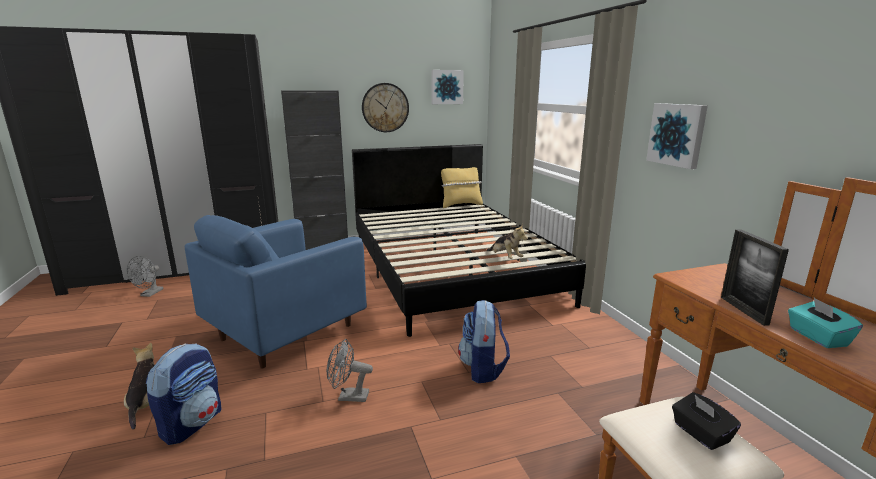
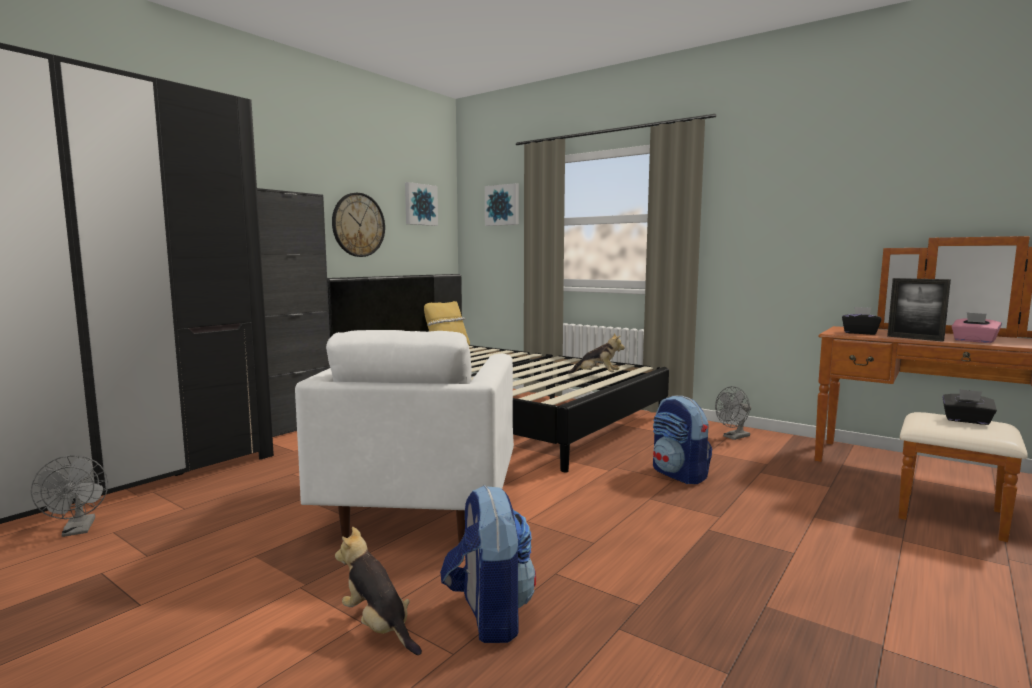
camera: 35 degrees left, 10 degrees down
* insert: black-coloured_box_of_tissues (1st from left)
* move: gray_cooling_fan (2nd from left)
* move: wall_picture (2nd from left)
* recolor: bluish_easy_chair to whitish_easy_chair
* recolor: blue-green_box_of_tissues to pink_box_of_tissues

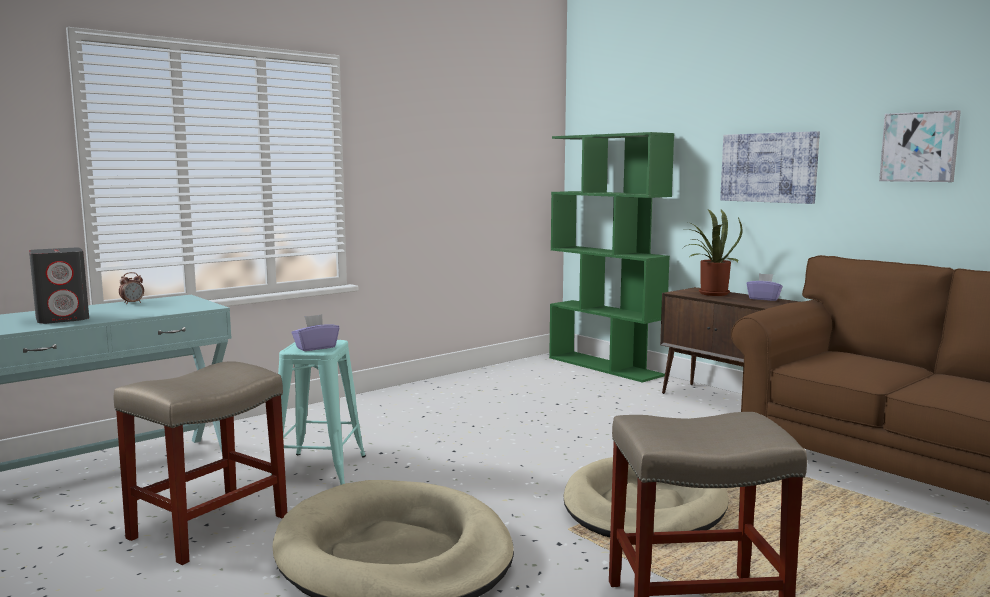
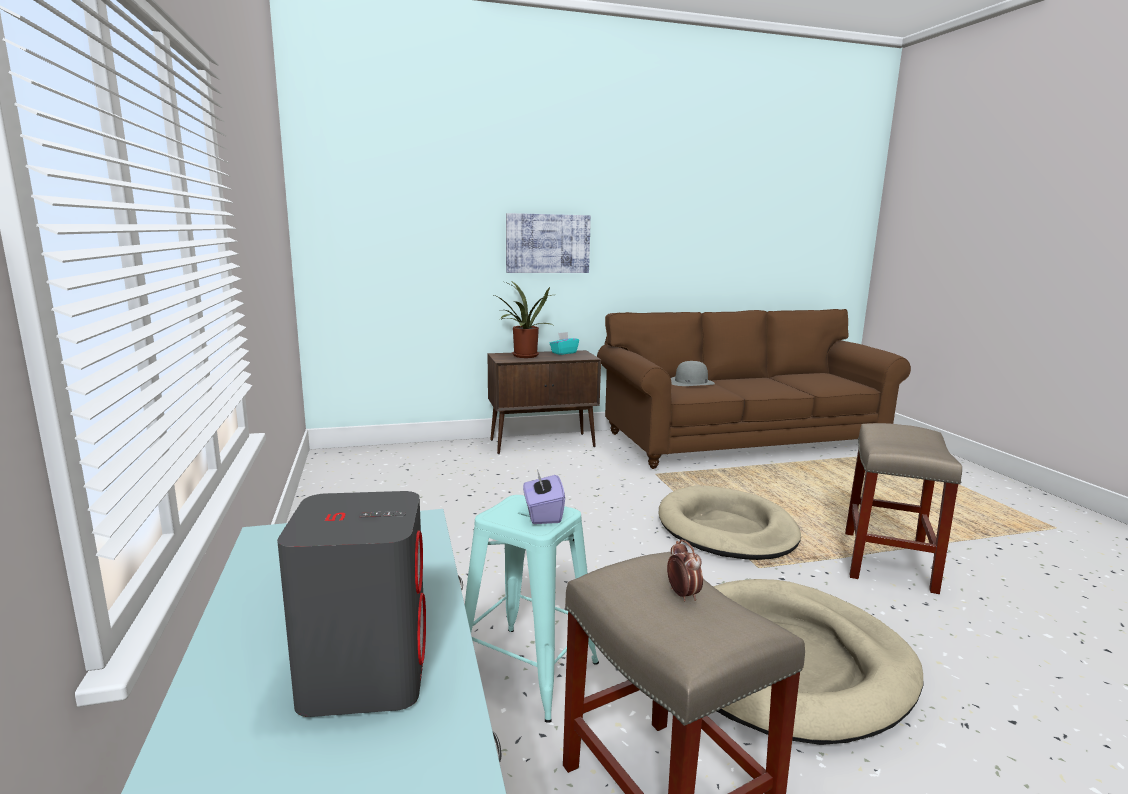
camera: 65 degrees left, 5 degrees up
* delete: green-coloured_bookshelf
* delete: wall_picture (2nd from left)
* insert: gray_wearable_hat
* move: table_clock
* recolor: purple-coloured_box_of_tissues (2nd from left) to blue-green_box_of_tissues

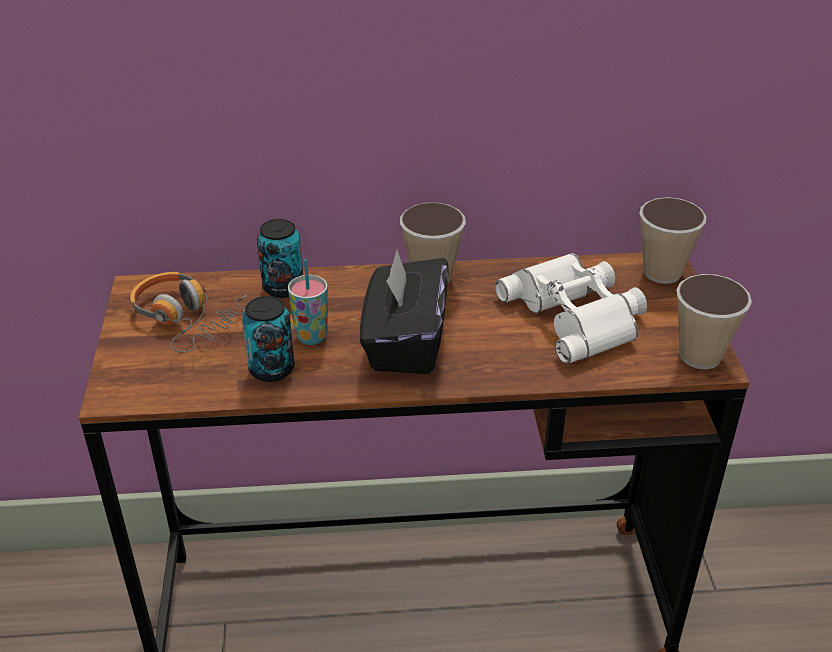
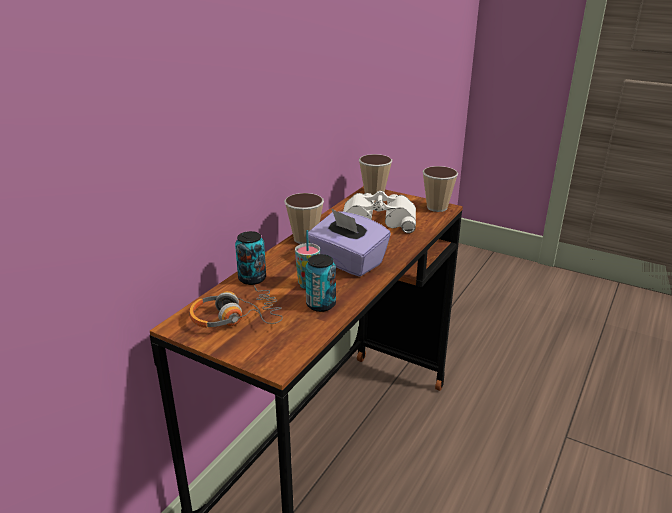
camera: 55 degrees left, 10 degrees down
* recolor: black-coloured_box_of_tissues to purple-coloured_box_of_tissues

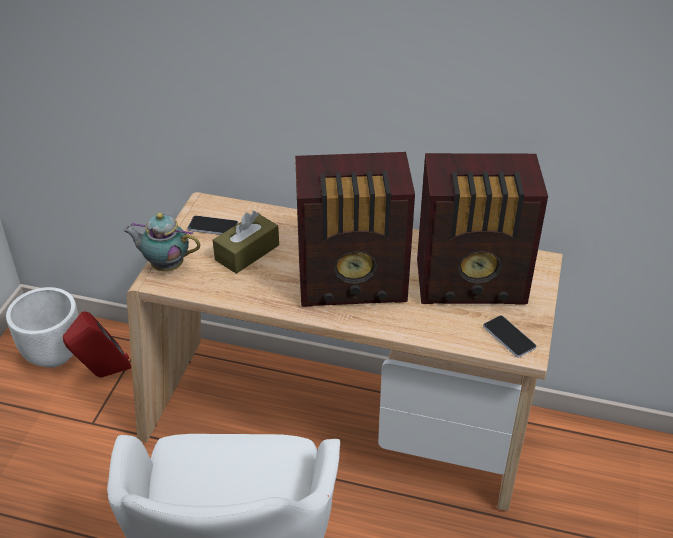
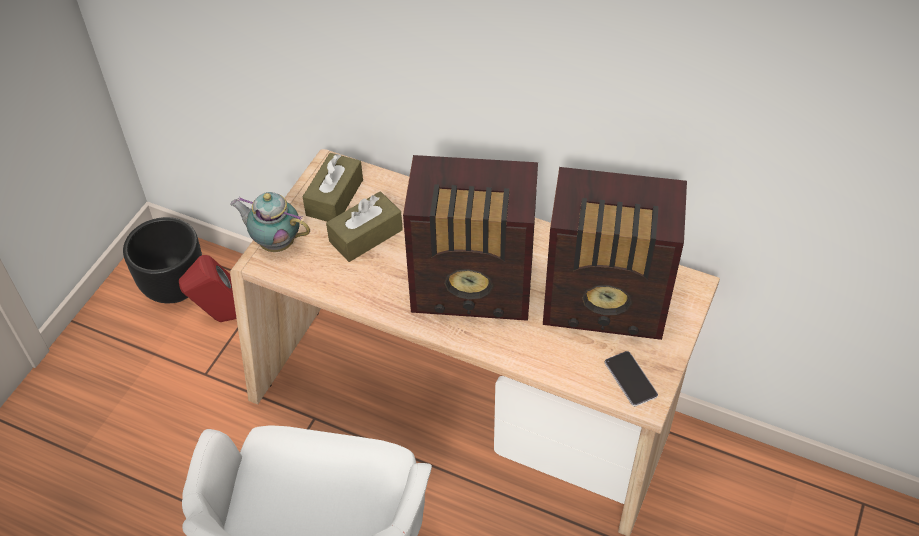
camera: 10 degrees right, 10 degrees up
* replace: handset (1st from left) to brown-coloured_box_of_tissues (1st from left)
* recolor: whitish_plant_pot to black-coloured_plant_pot

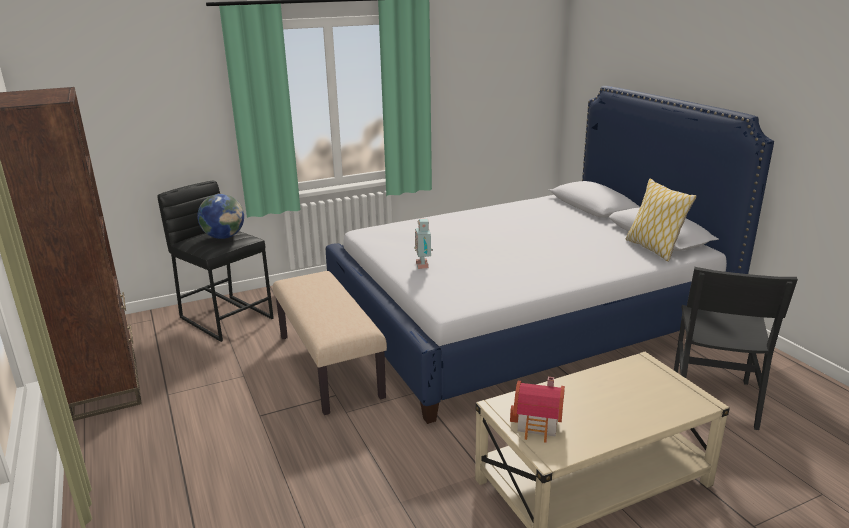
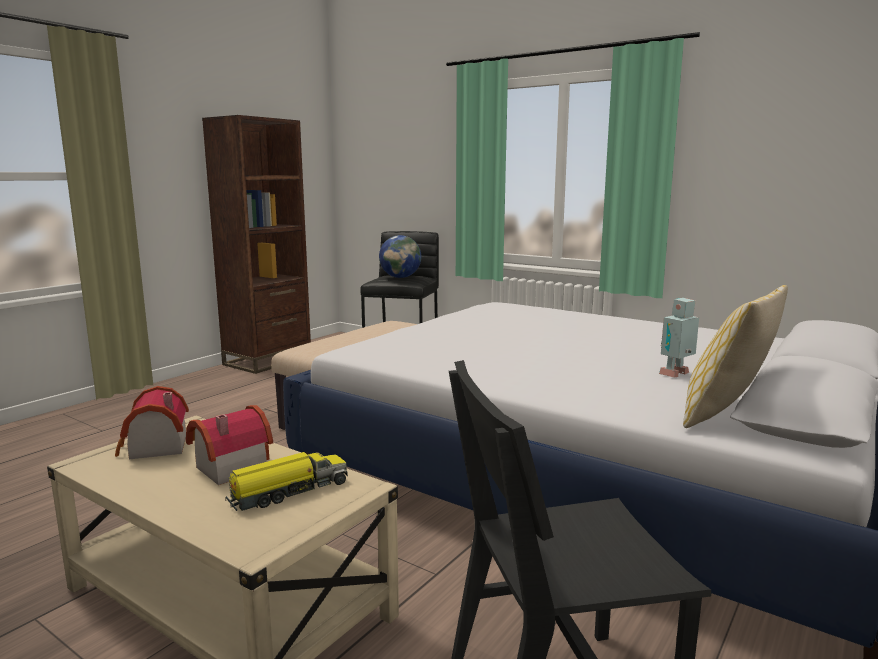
camera: 60 degrees right, 10 degrees down
* insert: toy_house (2nd from left)
* insert: model_truck
* move: robot_figure

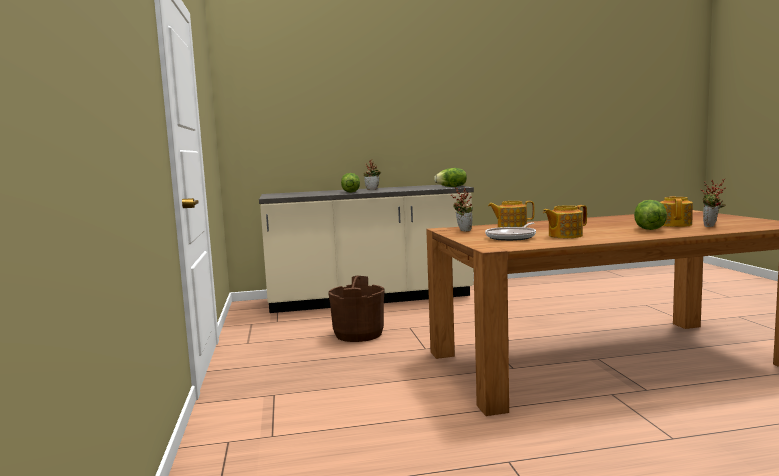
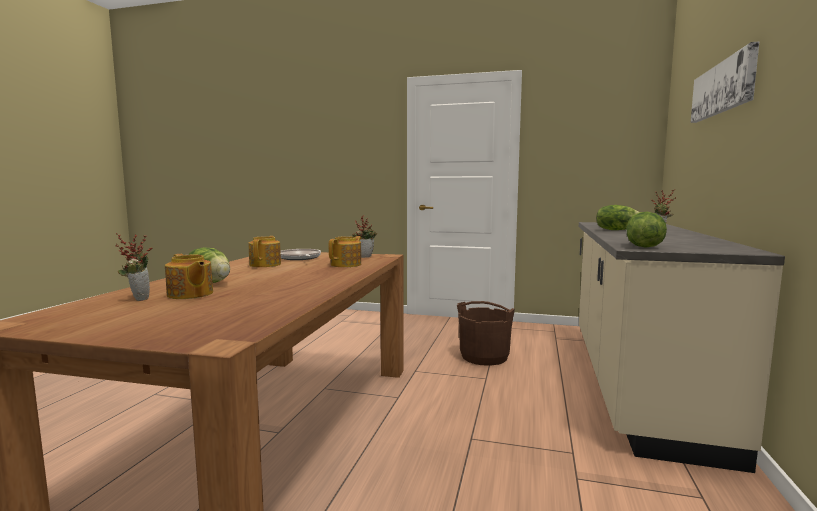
camera: 115 degrees right, 0 degrees up
* insert: wall_picture

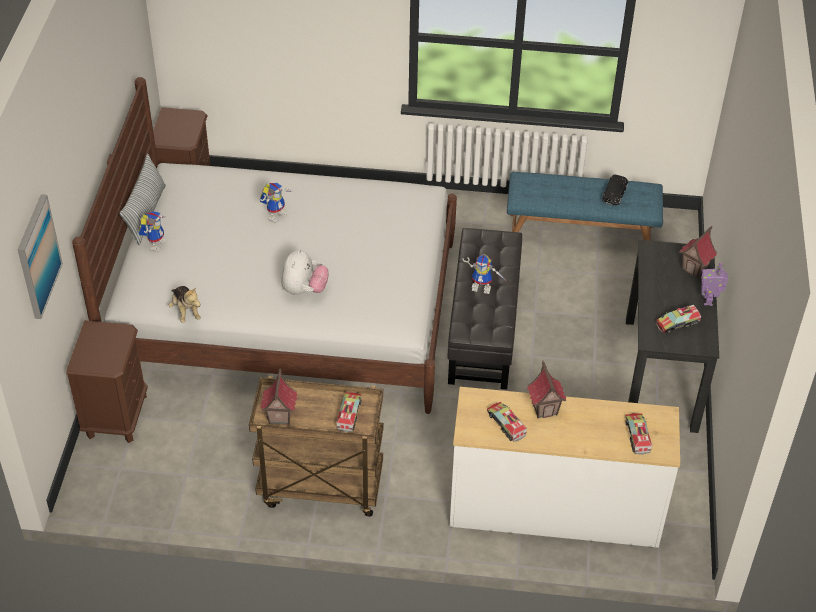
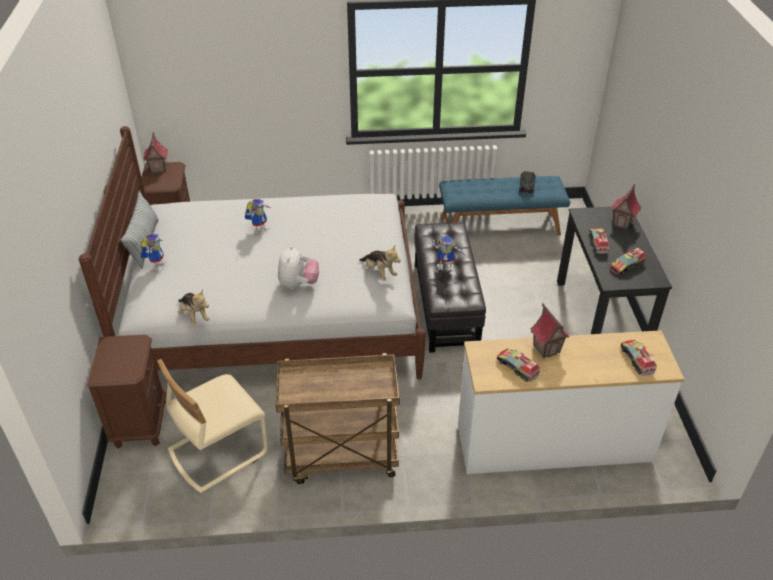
camera: 10 degrees left, 5 degrees down
* delete: wall_picture
* delete: robot_figure (4th from left)
* insert: sand-coloured_upright_chair
* insert: plush_toy (3rd from left)
* move: toy_house (1st from left)
* move: model_truck (1st from left in the first image) to model_truck (2nd from left)

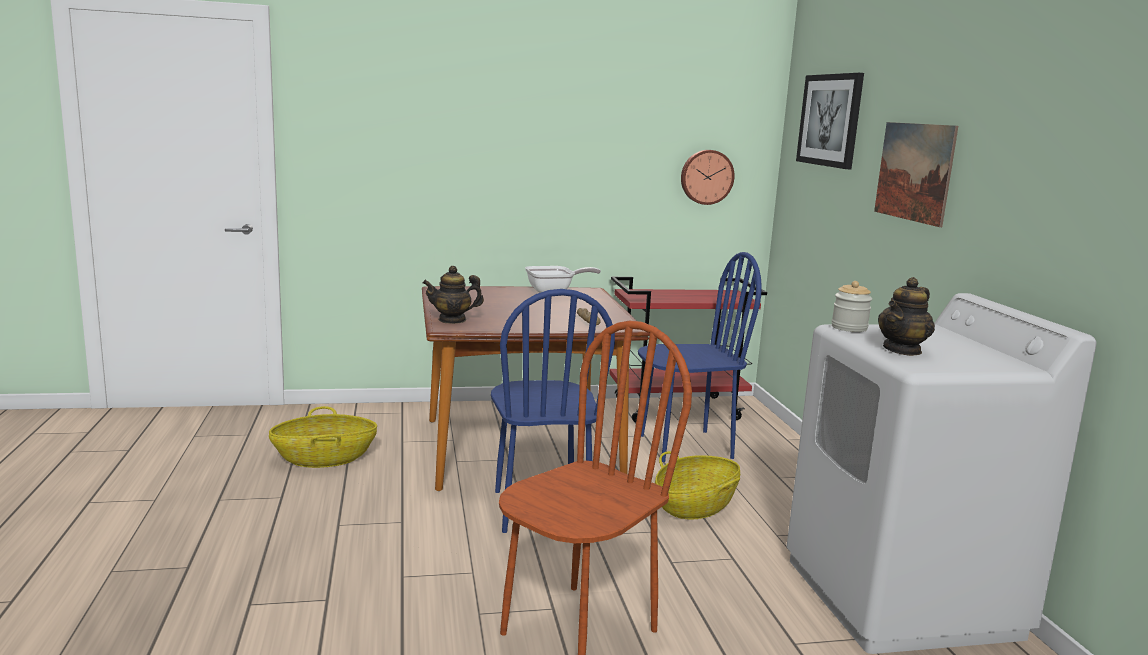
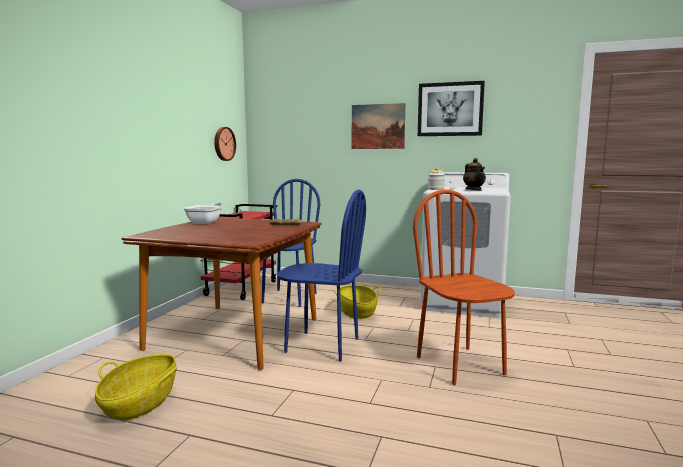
camera: 60 degrees left, 5 degrees down
* delete: teapot (1st from left)
* move: wall_picture (1st from left in the first image) to wall_picture (2nd from left)

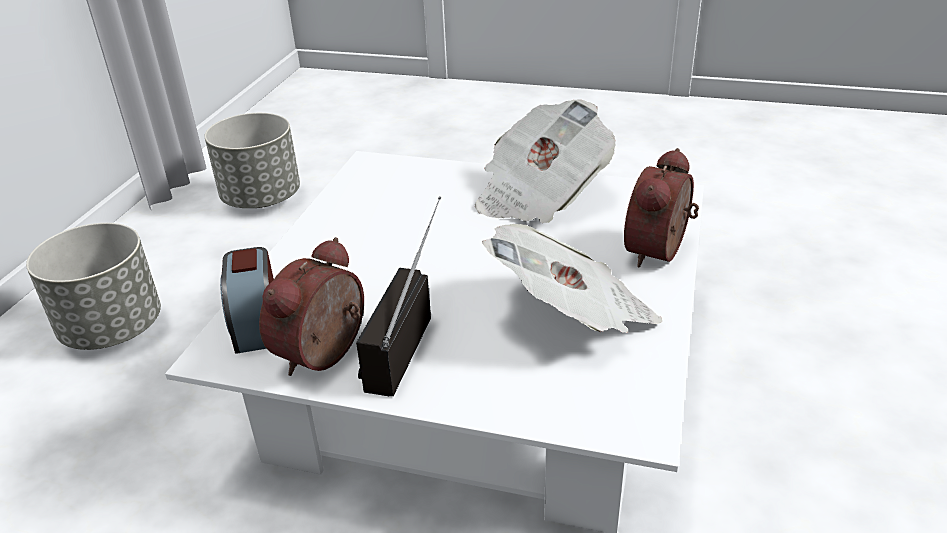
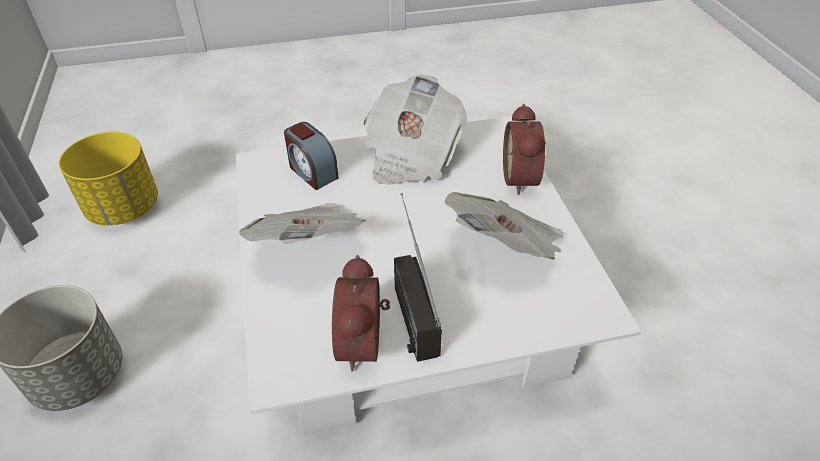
camera: 30 degrees left, 10 degrees up
* insert: newspaper (1st from left)
* move: table_clock (1st from left)
* recolor: gray_plant_pot (2nd from left) to yellowish_plant_pot

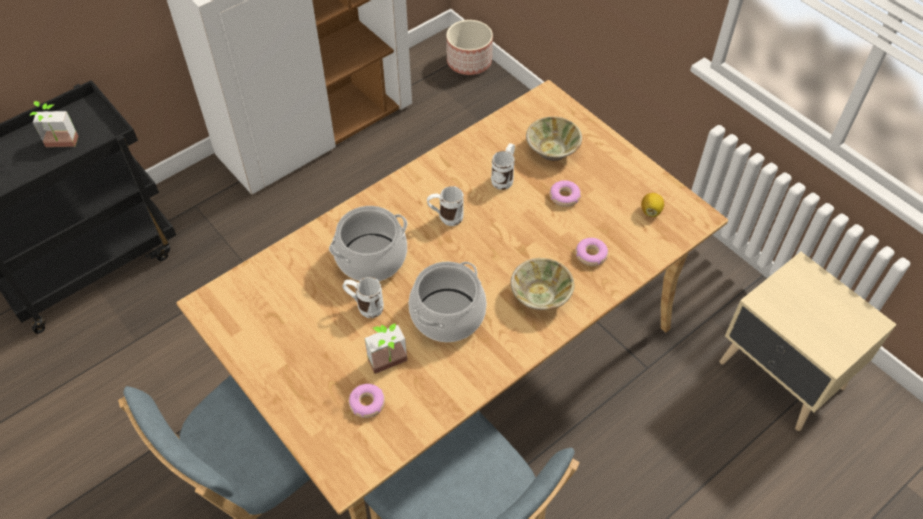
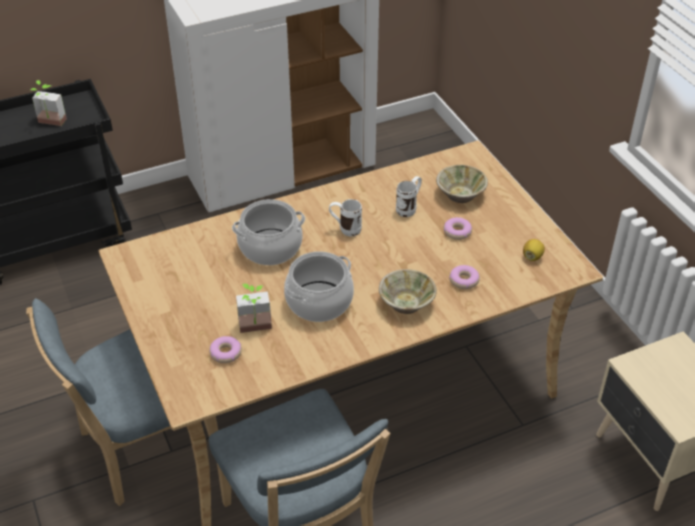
camera: 15 degrees right, 10 degrees down
* delete: whitish_coffee_mug (1st from left)
* delete: plant_pot

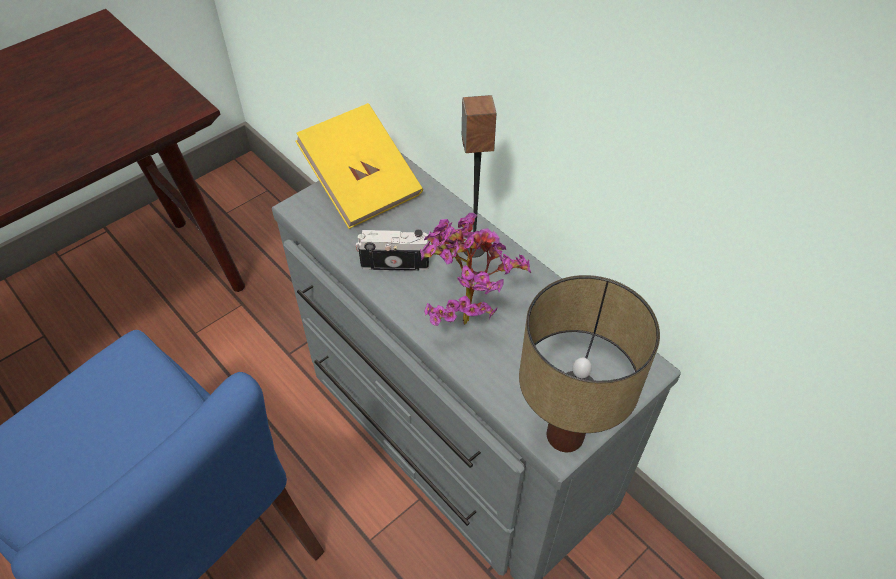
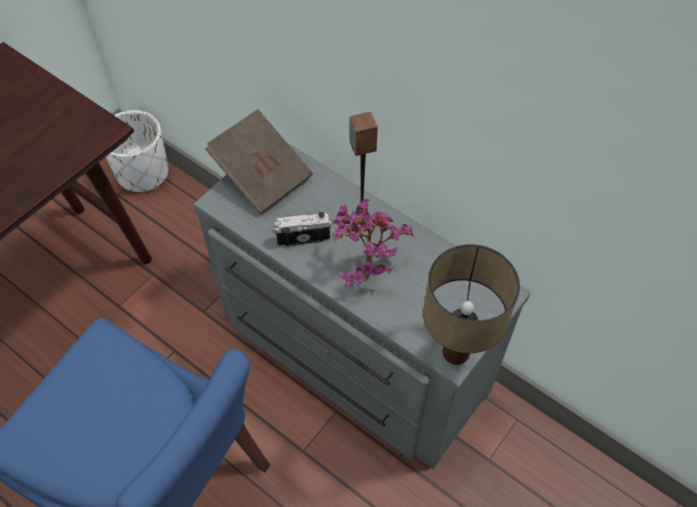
camera: 10 degrees left, 5 degrees up
* insert: whitish_plant_pot
* recolor: yellowish_volume to brown-coloured_volume

